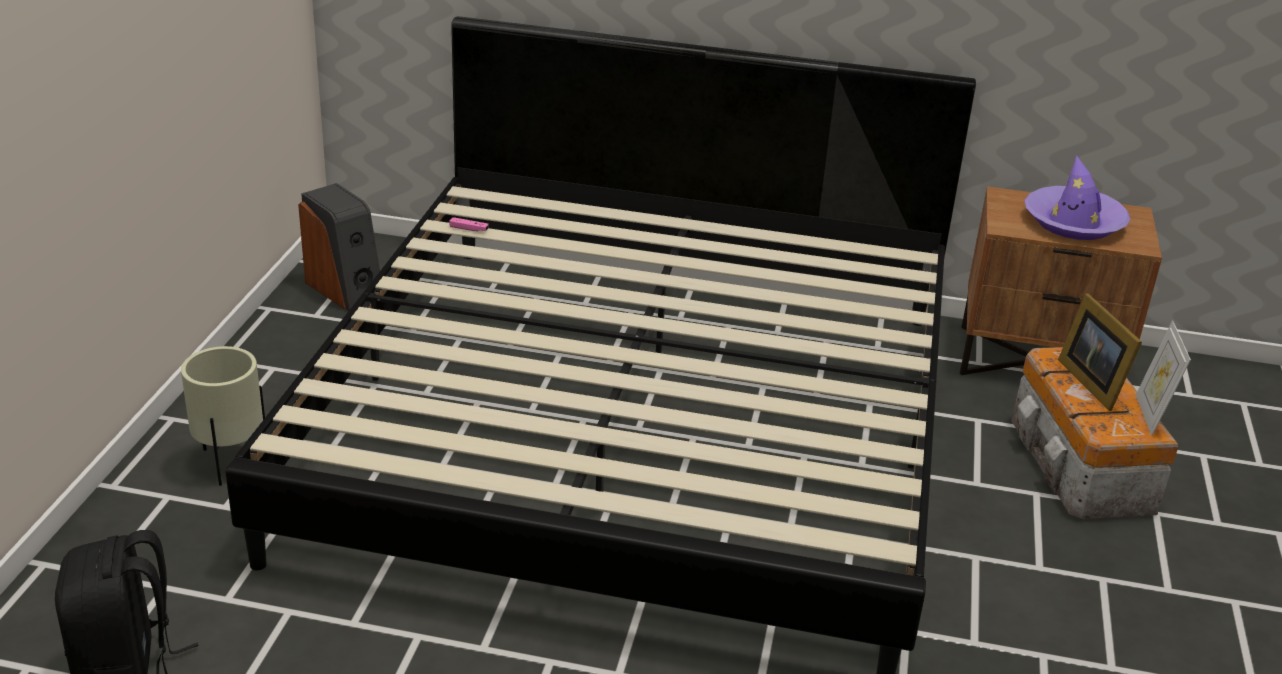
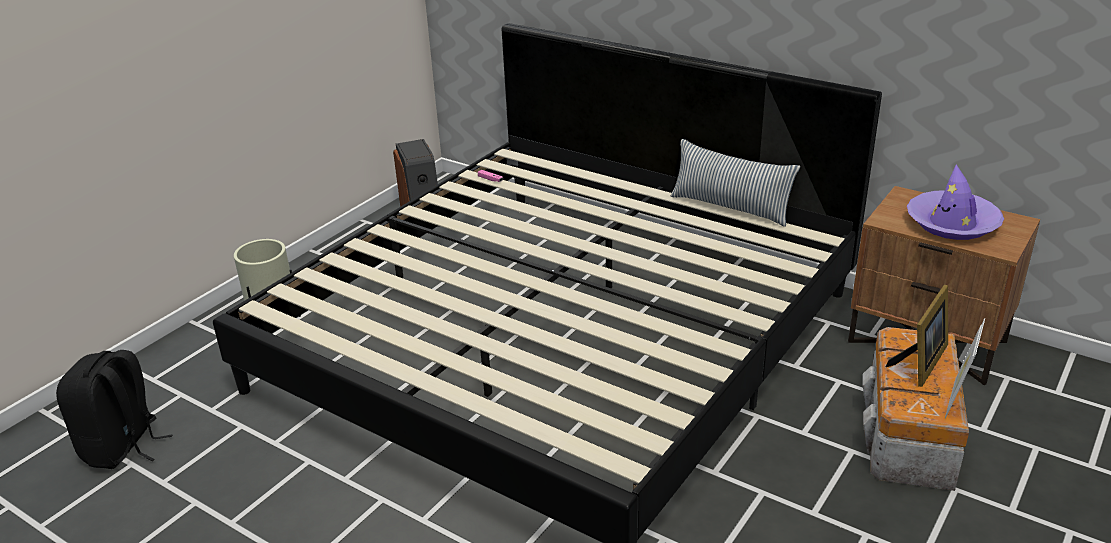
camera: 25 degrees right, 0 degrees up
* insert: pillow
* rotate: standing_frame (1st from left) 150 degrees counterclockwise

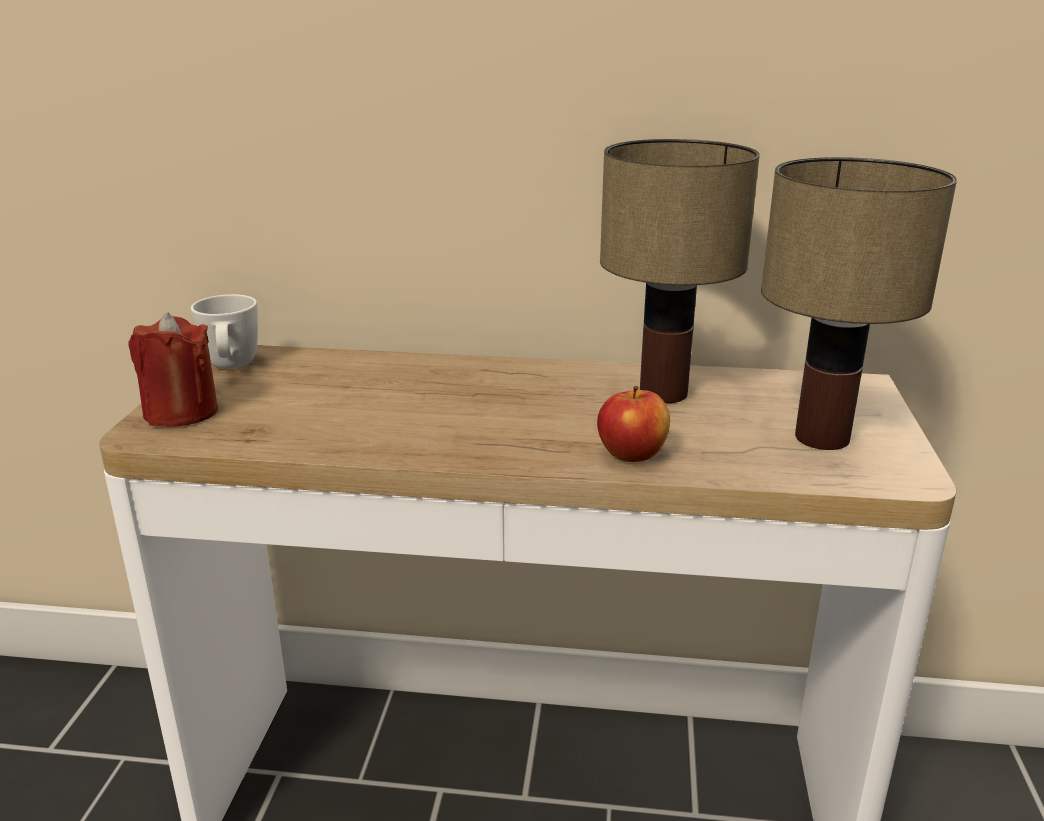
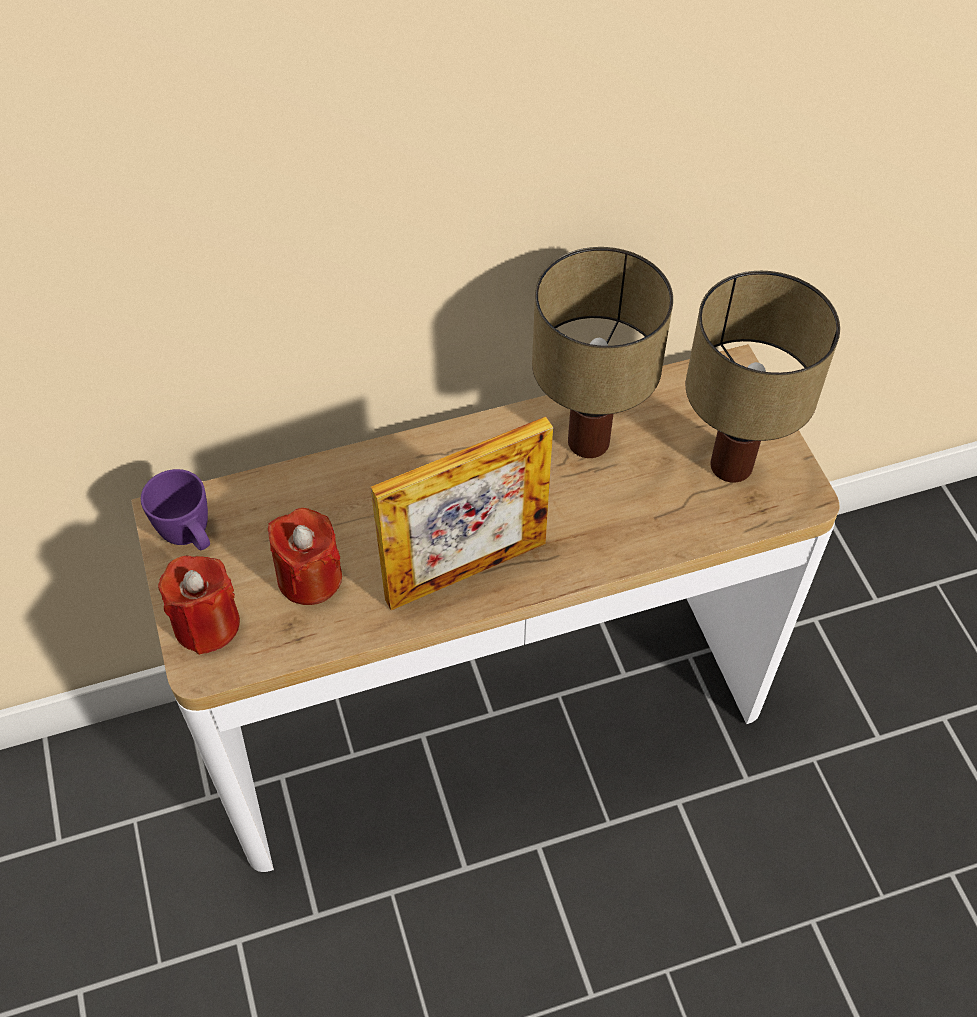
camera: 25 degrees left, 30 degrees up
* delete: apple
* insert: reddish_wax_light (2nd from left)
* insert: standing_frame
* recolor: whitish_coffee_mug to purple-coloured_coffee_mug

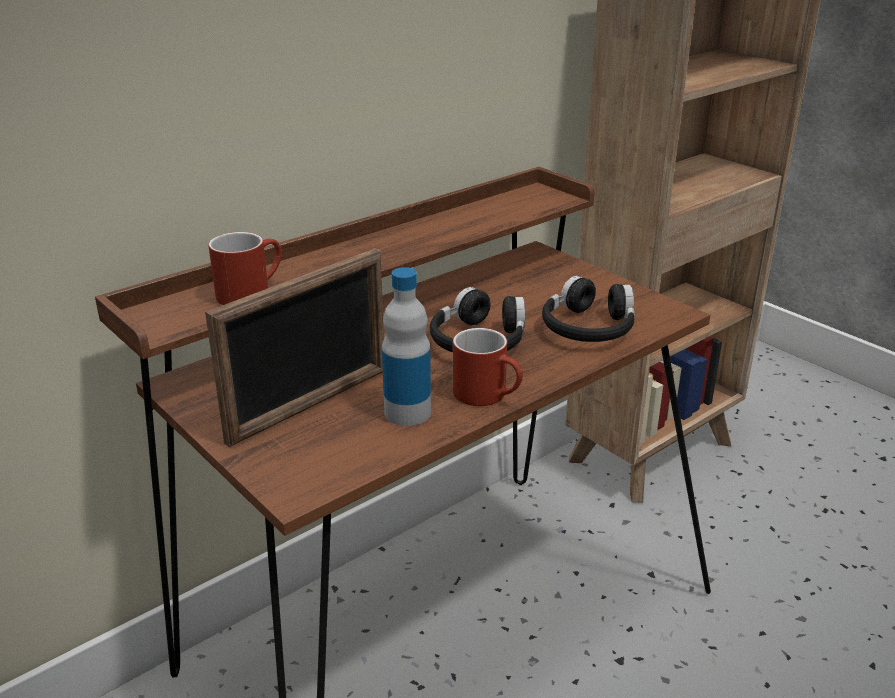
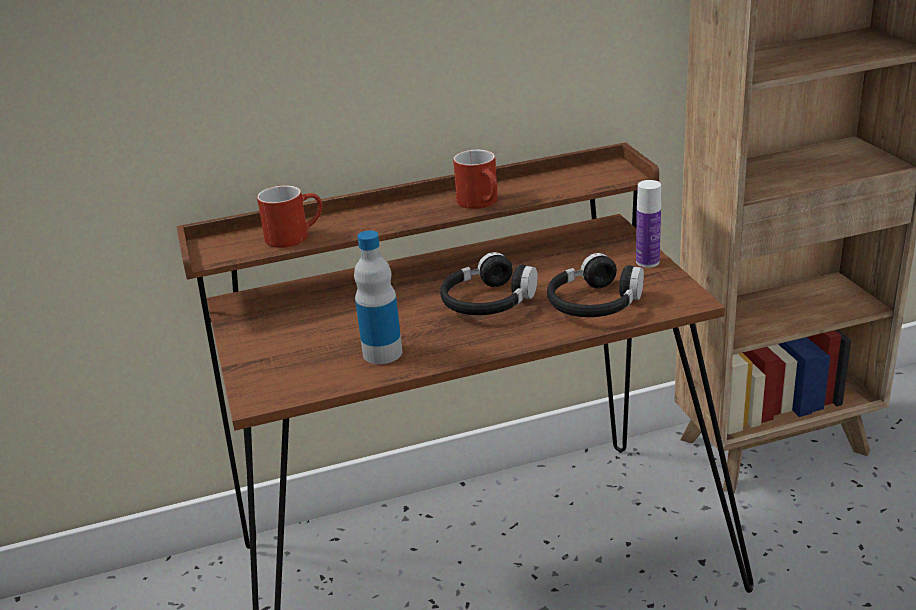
camera: 25 degrees right, 0 degrees up
* delete: standing_frame
* insert: bottle (2nd from left)
* move: reddish_coffee_mug (2nd from left)

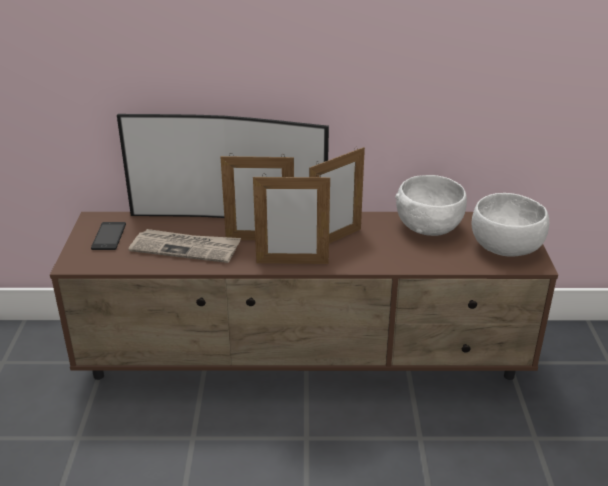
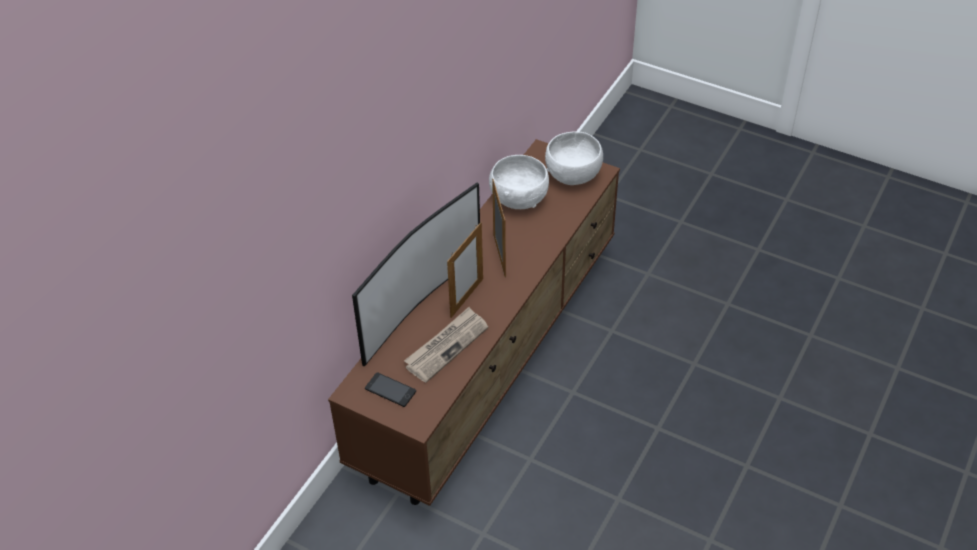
camera: 60 degrees left, 15 degrees up
* delete: standing_frame (2nd from left)

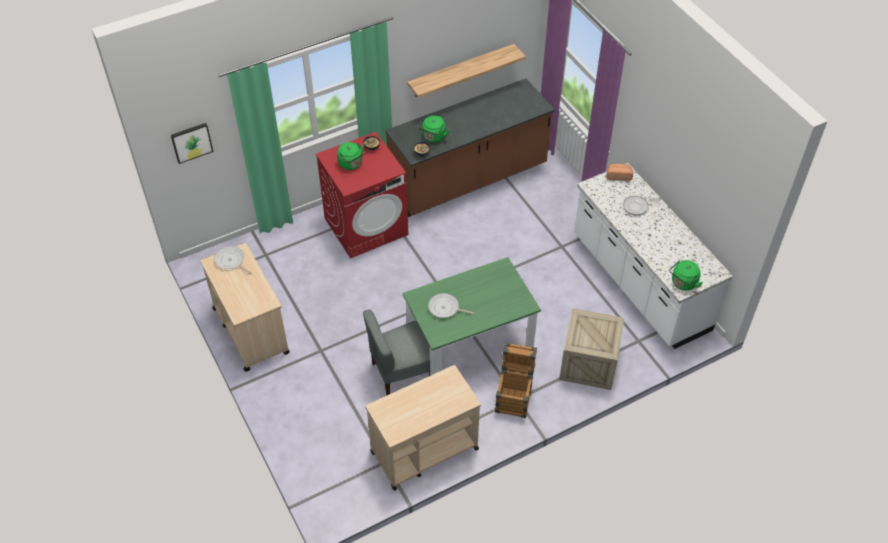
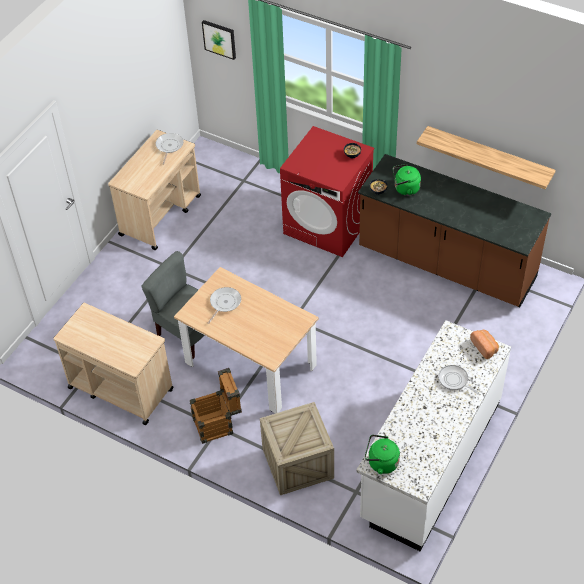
camera: 60 degrees right, 0 degrees up
* delete: green-coloured_tea_kettle (1st from left)
* recolor: green-coloured_dining_table to sand-coloured_dining_table
* rotate: frying_pan (2nd from left) 45 degrees clockwise

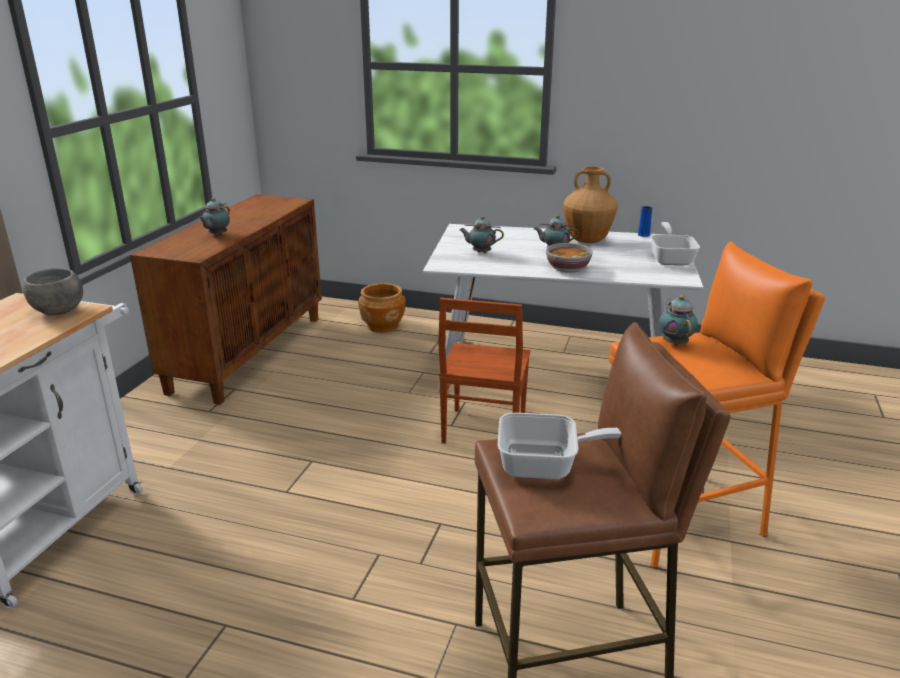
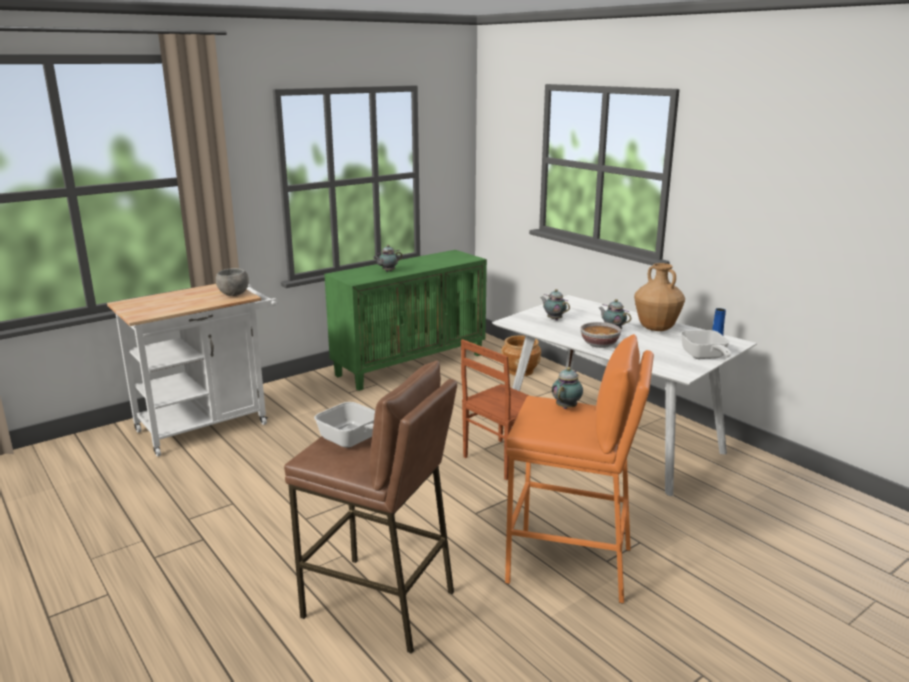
camera: 35 degrees right, 5 degrees down
* recolor: brown-coloured_cupboard to green-coloured_cupboard
* rotate: frying_pan (2nd from left) 135 degrees clockwise

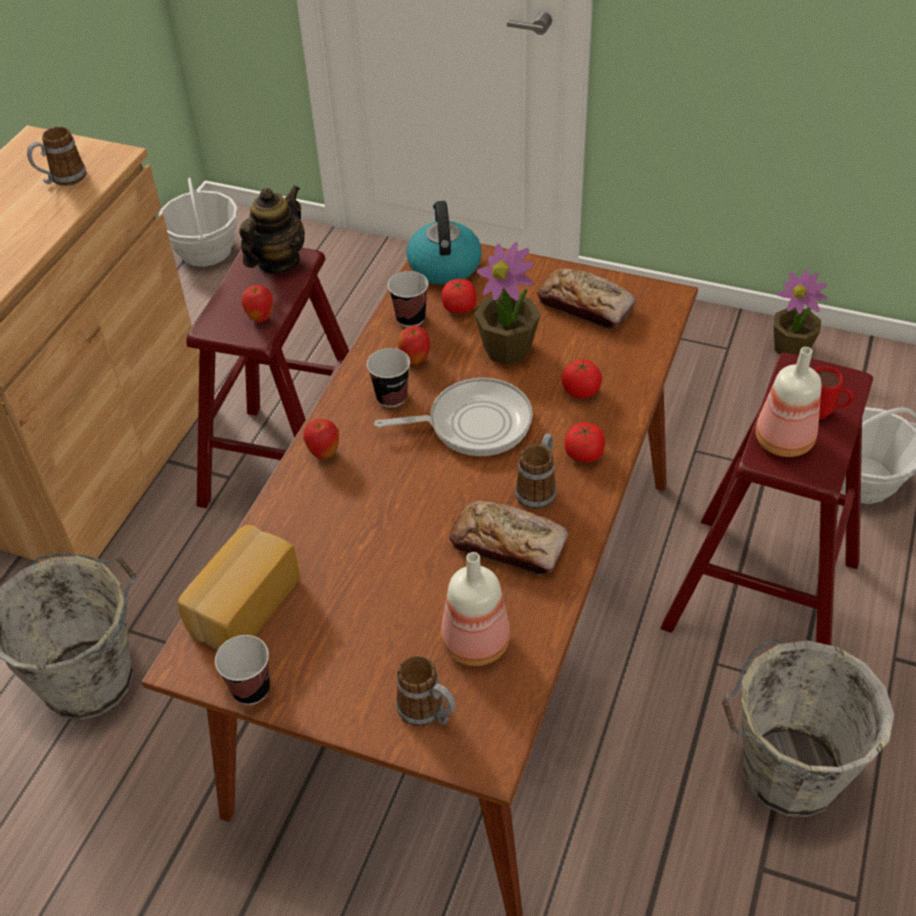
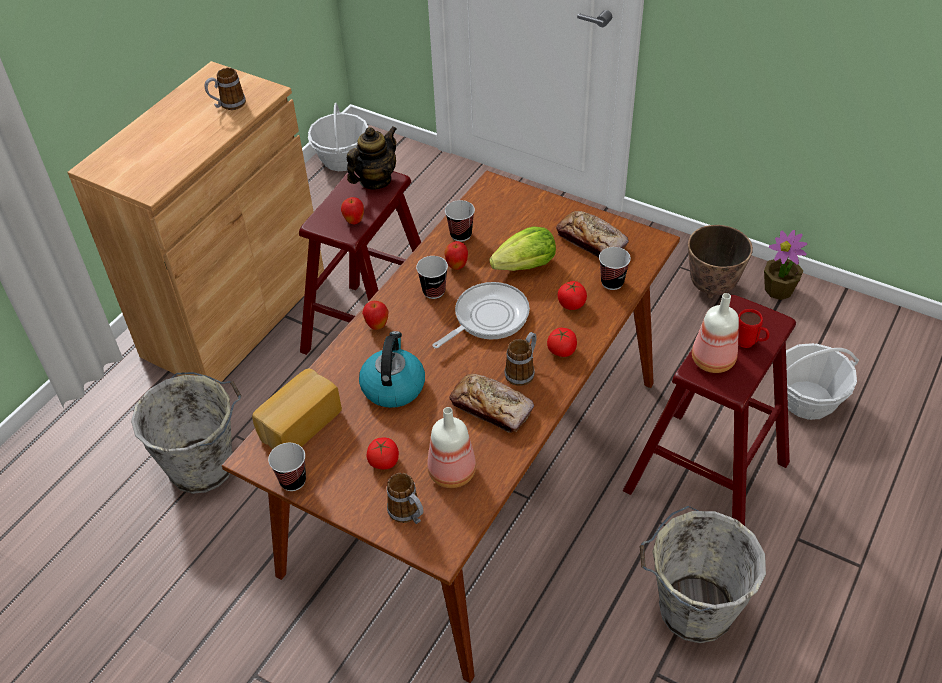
camera: 10 degrees right, 0 degrees up
* insert: small_cup (4th from left)
* insert: plant_pot
* move: tea_kettle
* move: whole_tomato (1st from left)
* replace: houseplant (1st from left) to lettuce
* rotate: frying_pan 45 degrees counterclockwise

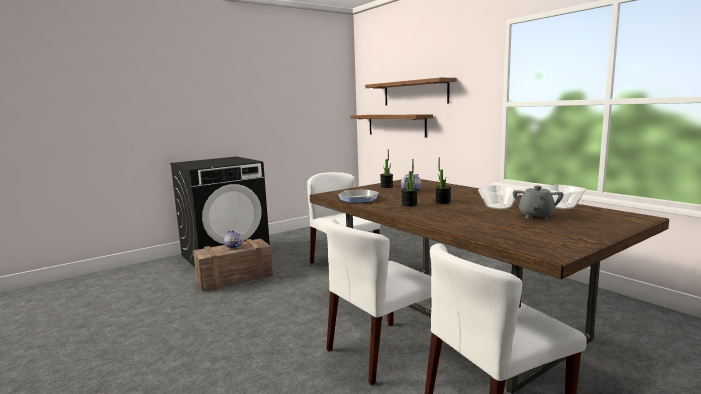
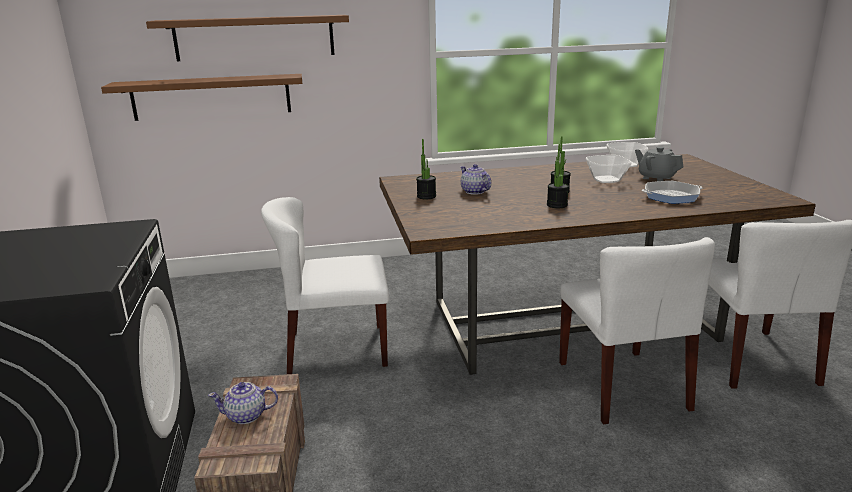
camera: 65 degrees left, 10 degrees up
* move: frying_pan

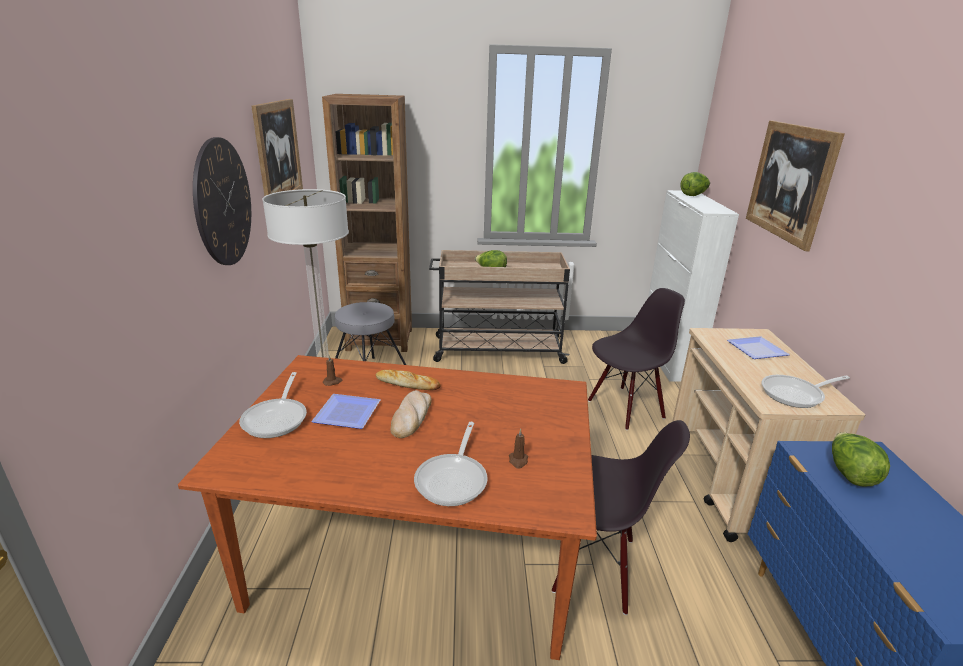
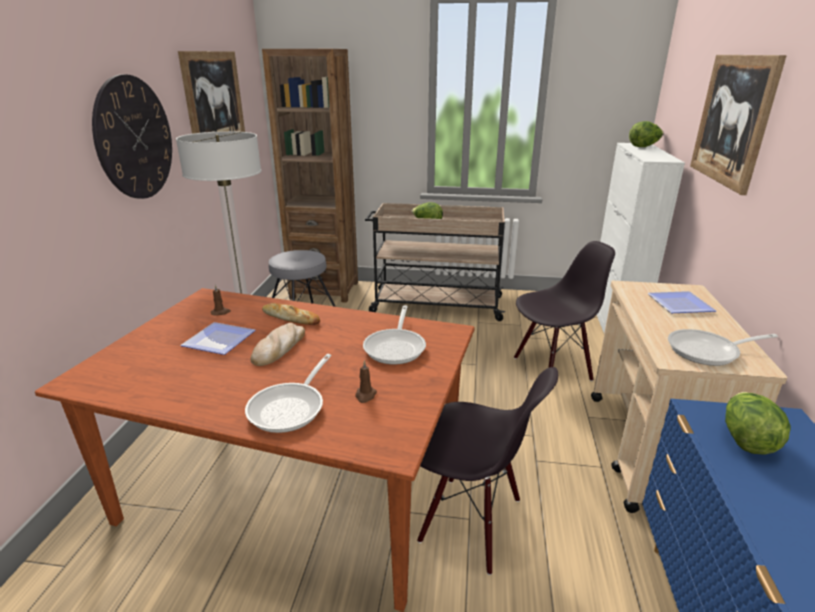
camera: 10 degrees right, 0 degrees up
* move: frying_pan (1st from left in the first image) to frying_pan (2nd from left)

